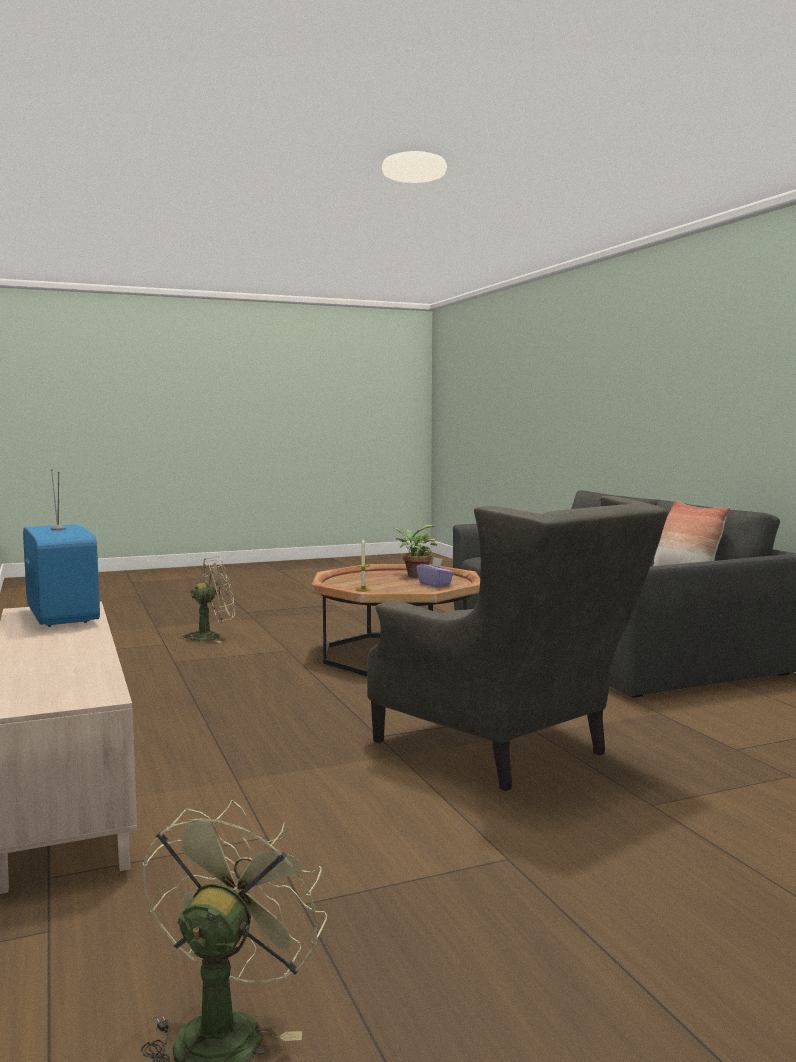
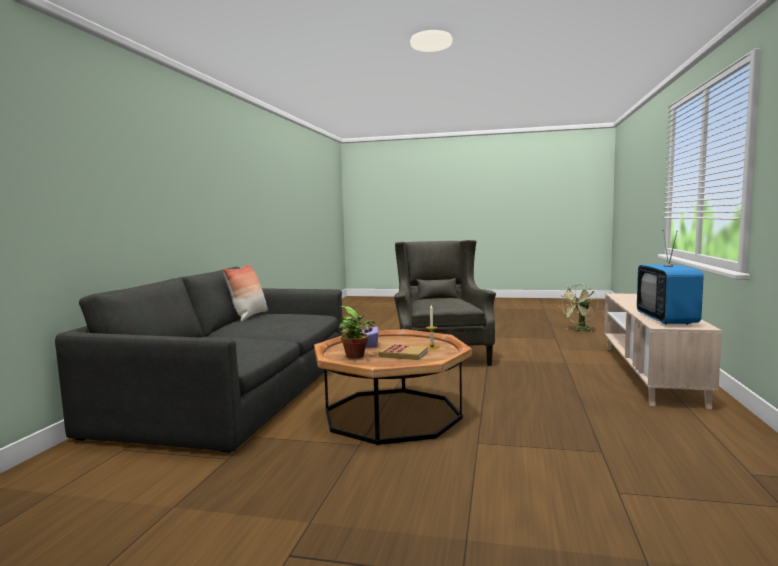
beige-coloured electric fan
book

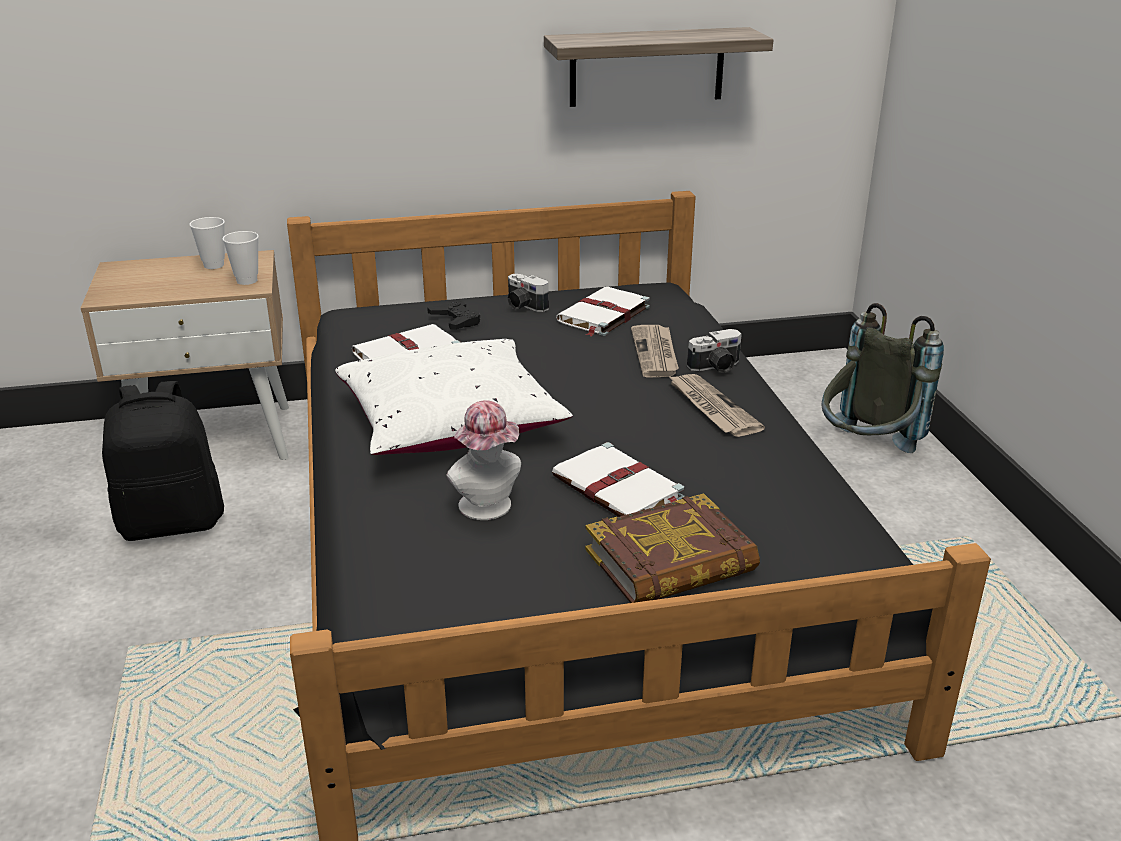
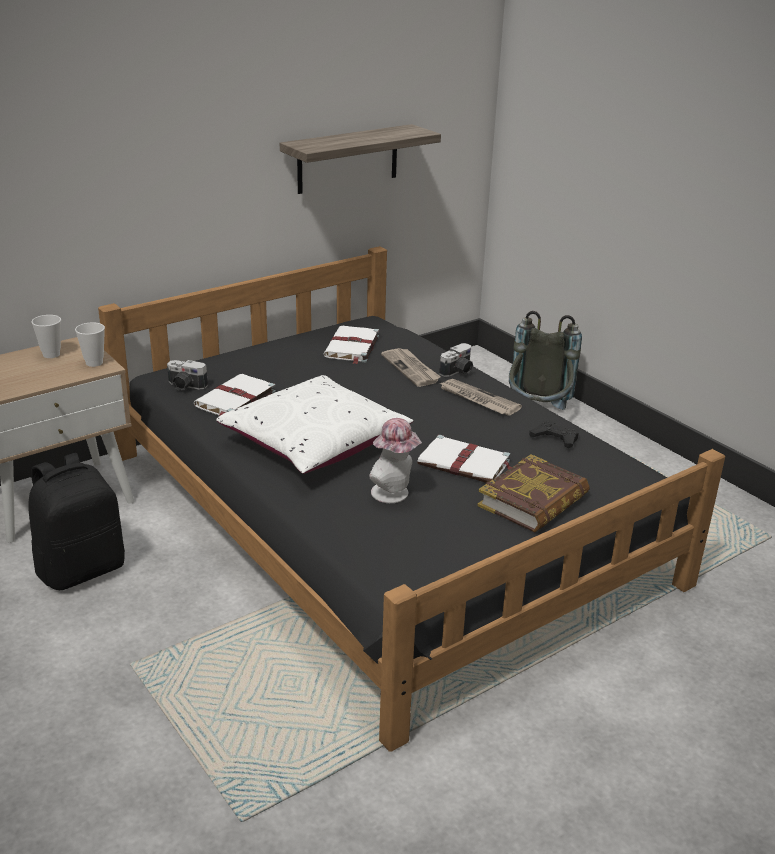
photo camera (1st from left)
black game controller

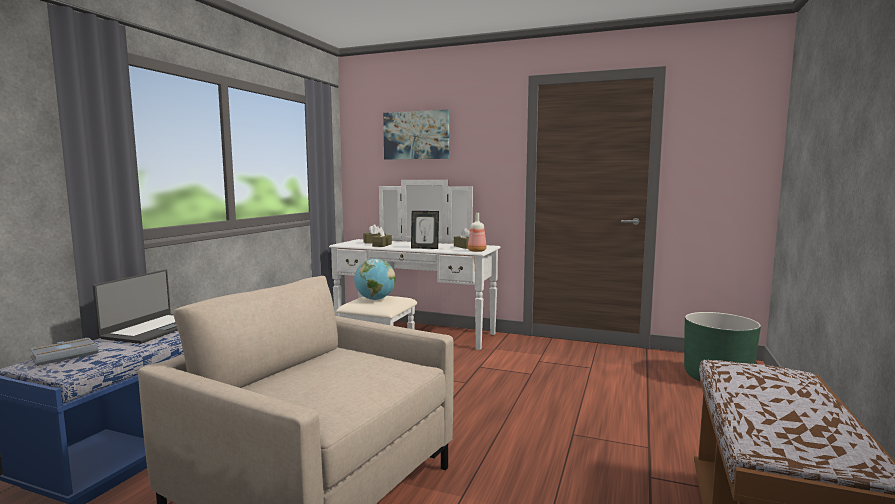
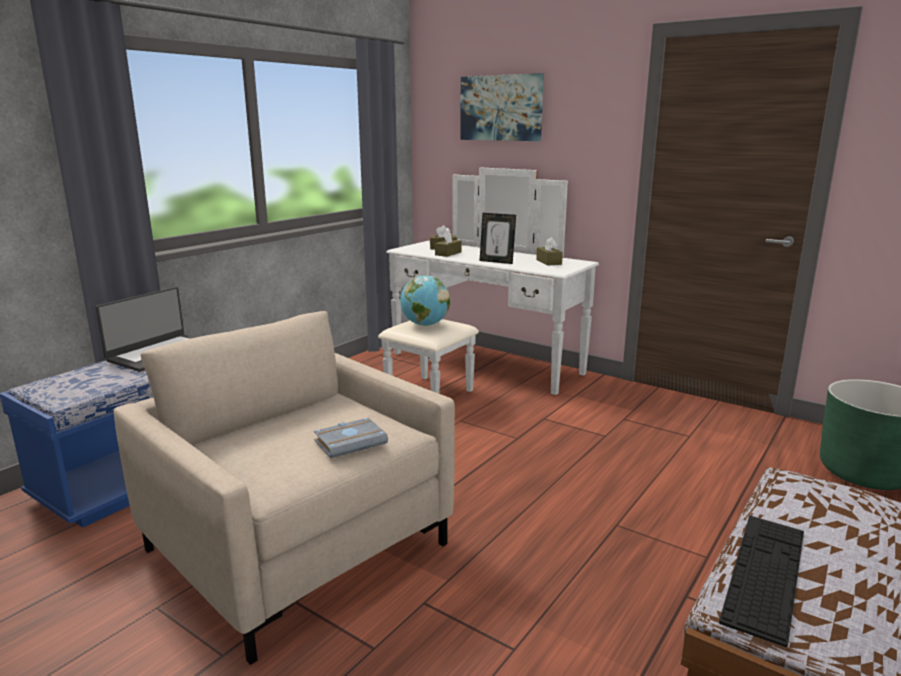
bottle
greyish book
computer keyboard

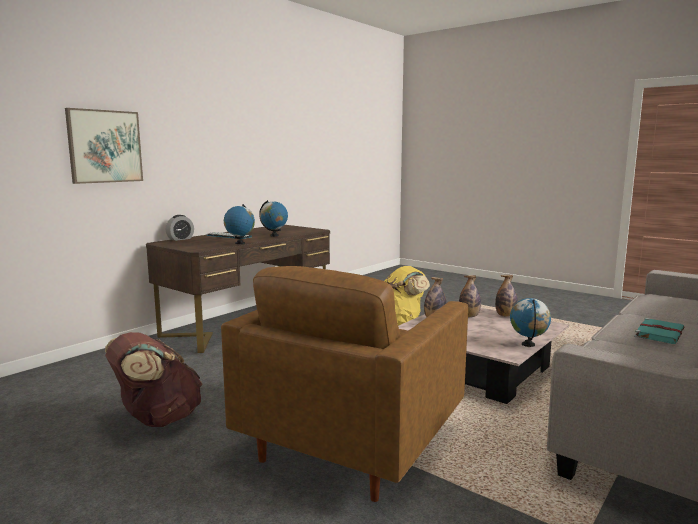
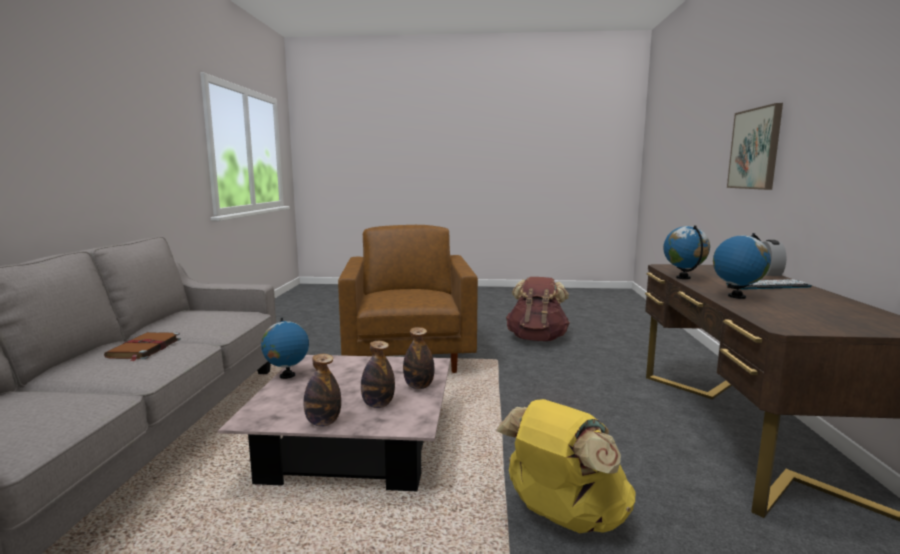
brownish book

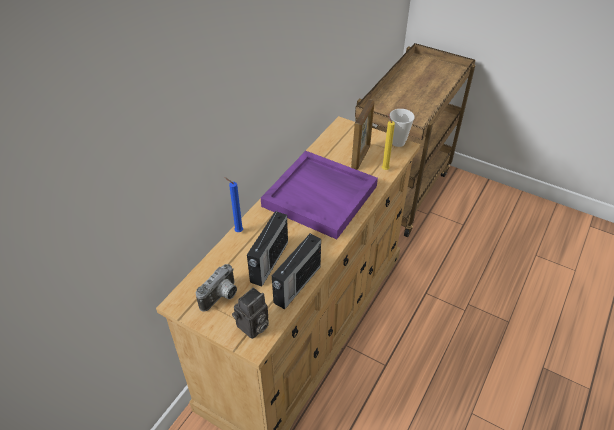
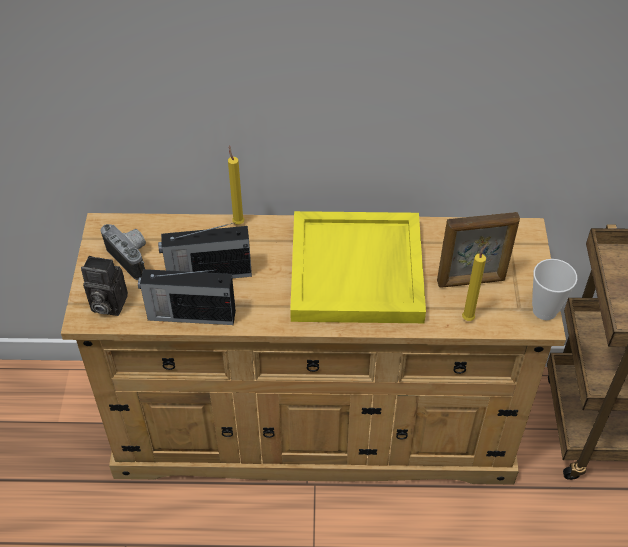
yellow-coloured tray
yellow-coloured wax light (1st from left)
photo camera (2nd from left)

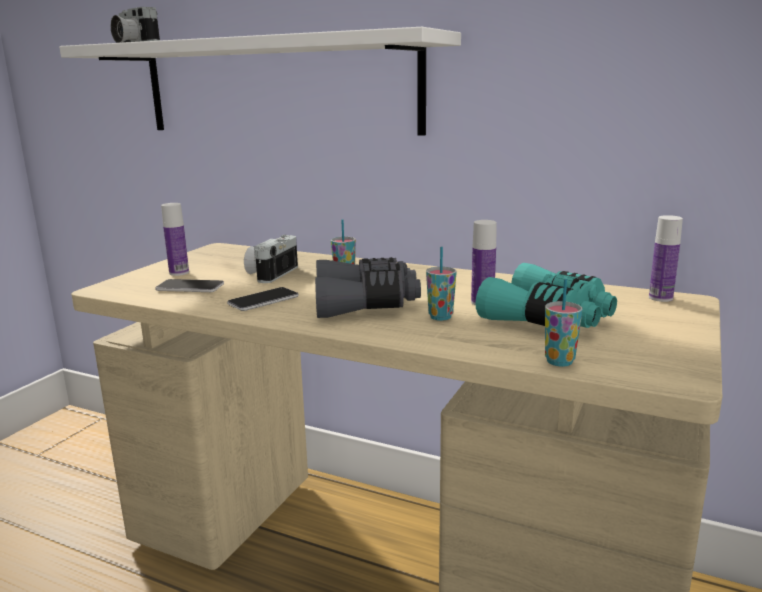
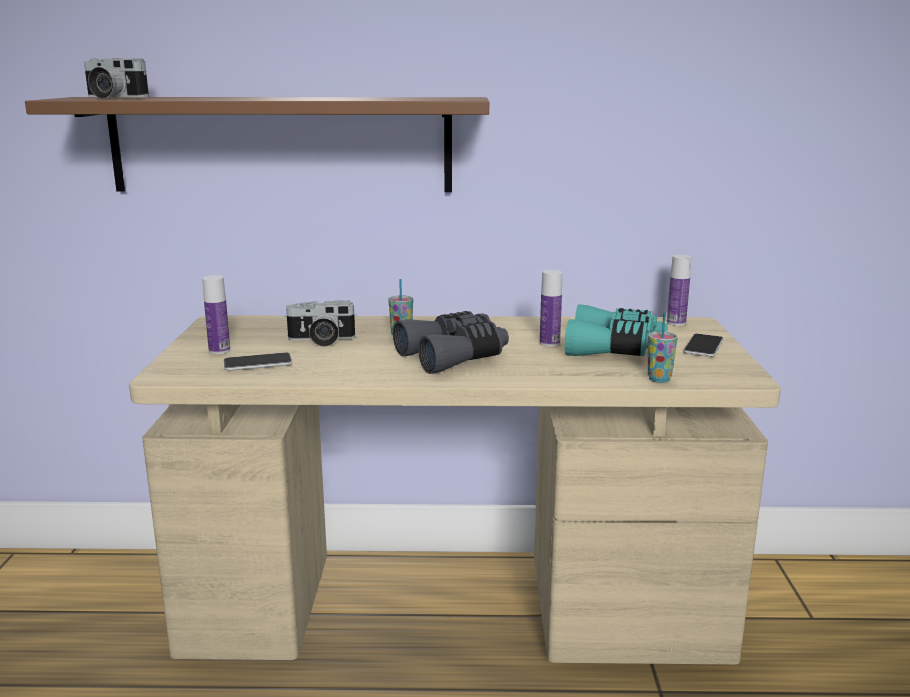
brownish wall shelf
photo camera (2nd from left)
drinking cup (2nd from left in the first image)
handset (2nd from left)

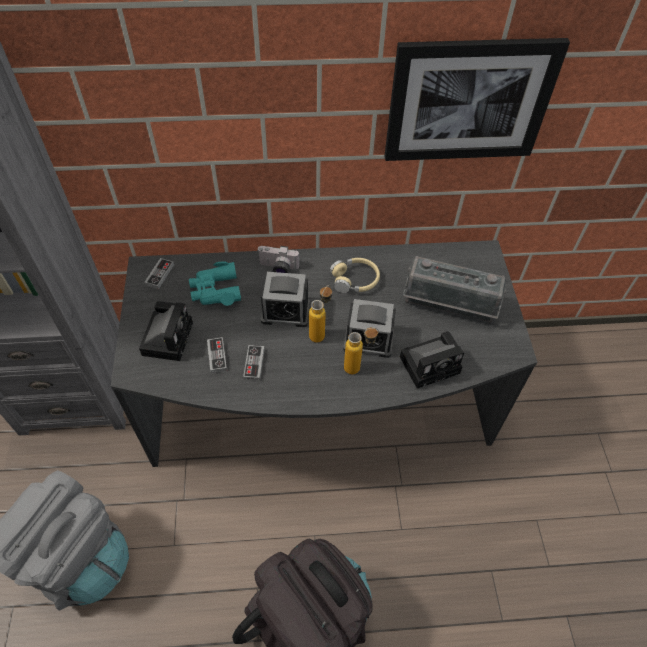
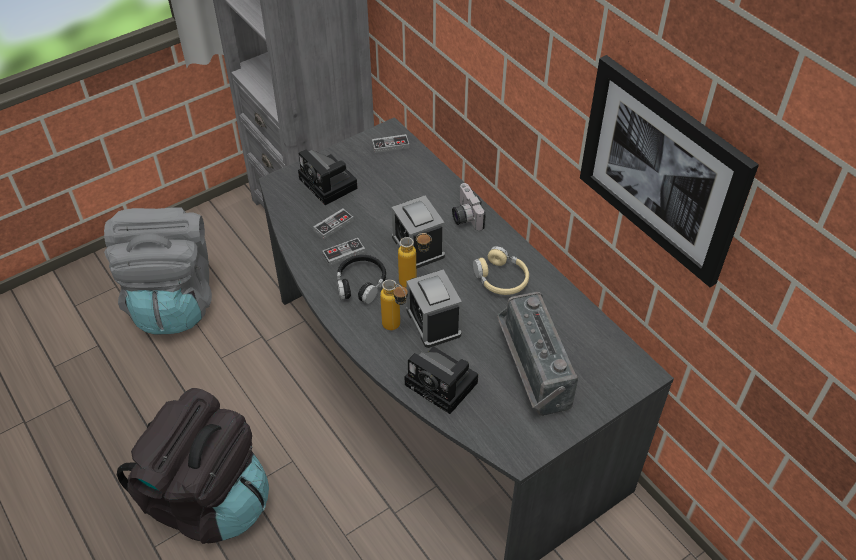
turquoise-coloured binoculars
photo camera (1st from left)
black headphones

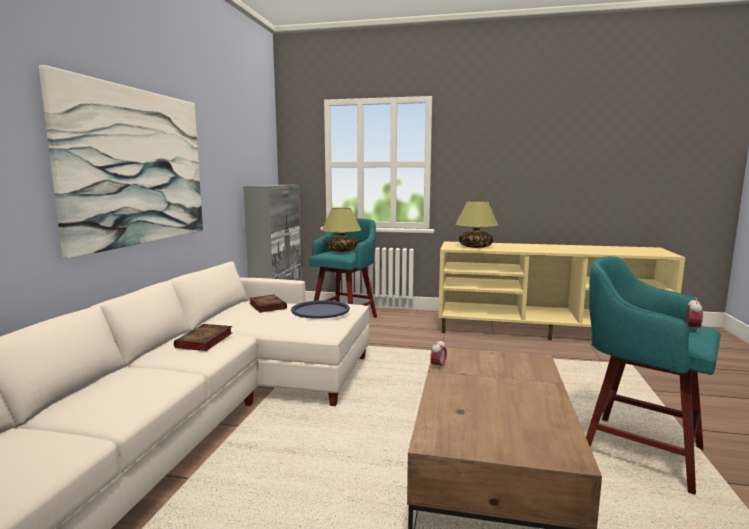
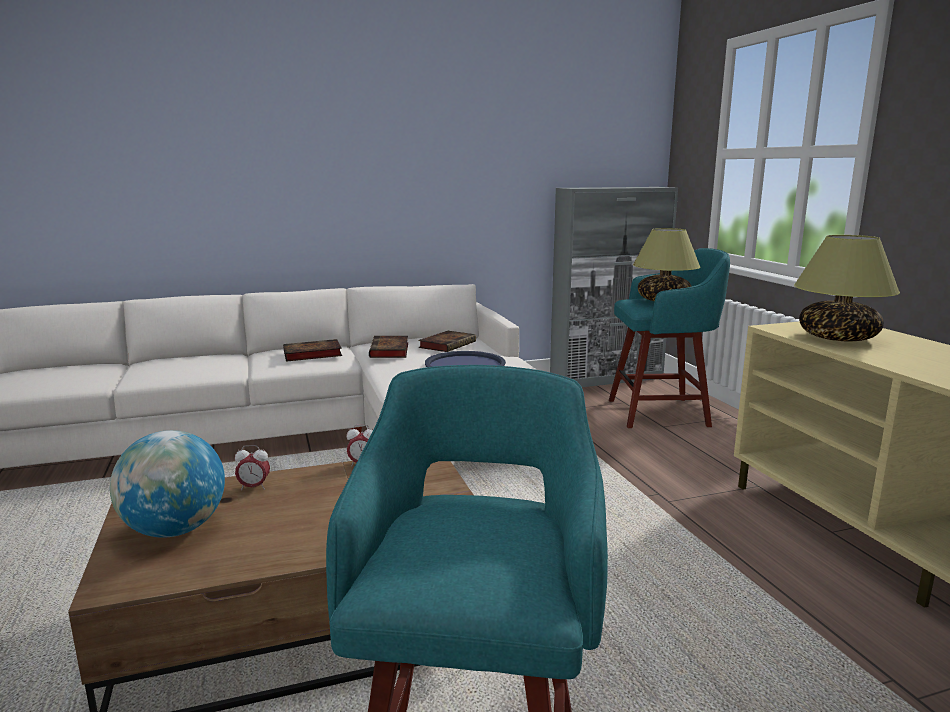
wall art
bedside clock (1st from left)
book (2nd from left)
desk globe

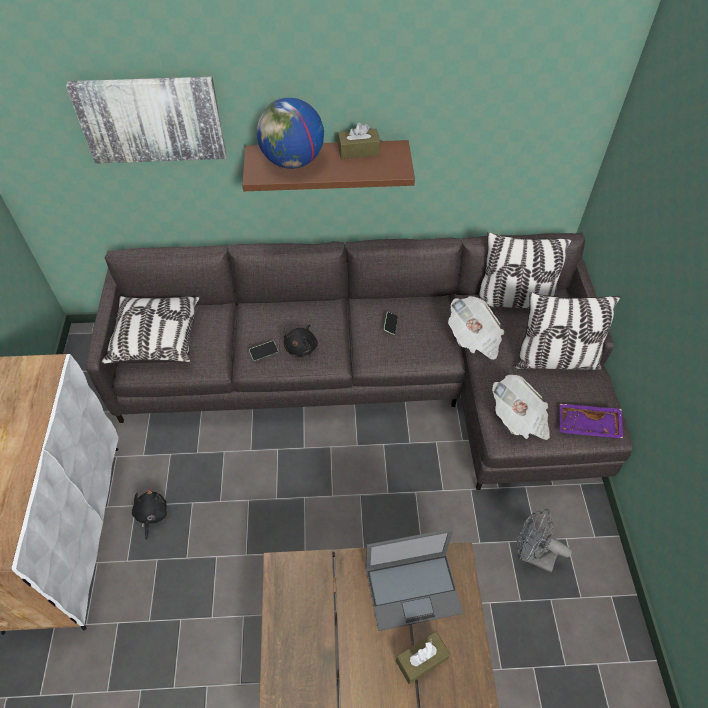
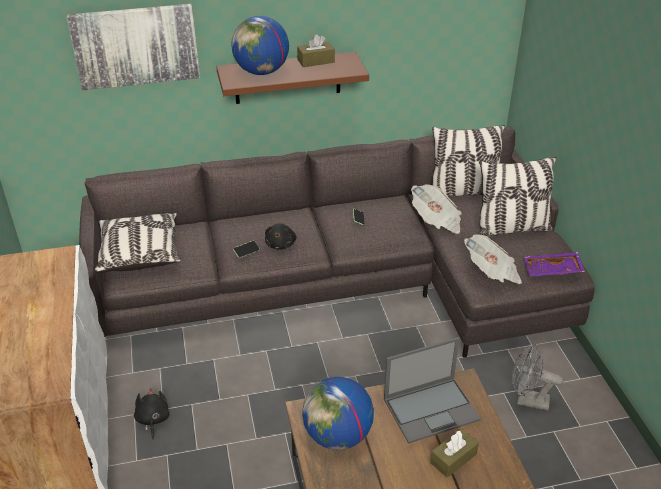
desk globe (2nd from left)

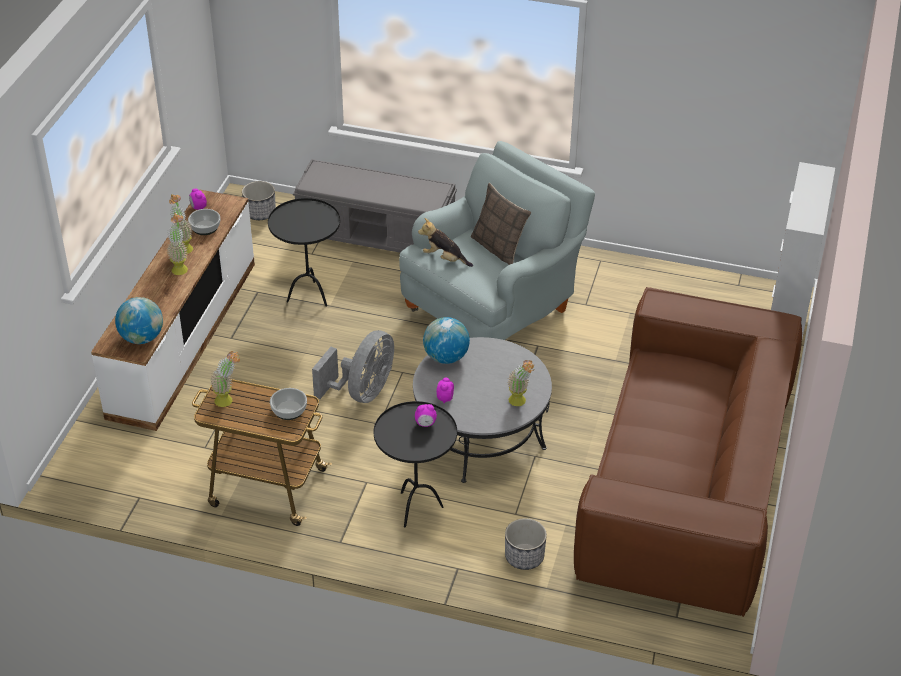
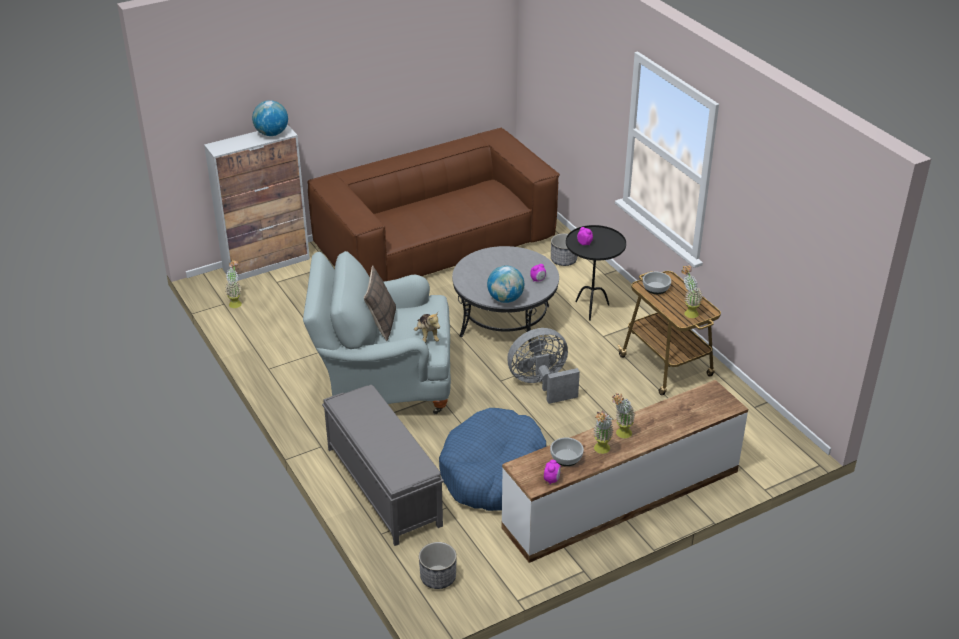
bluish dog bed
desk globe (1st from left)
potted plant (1st from left)

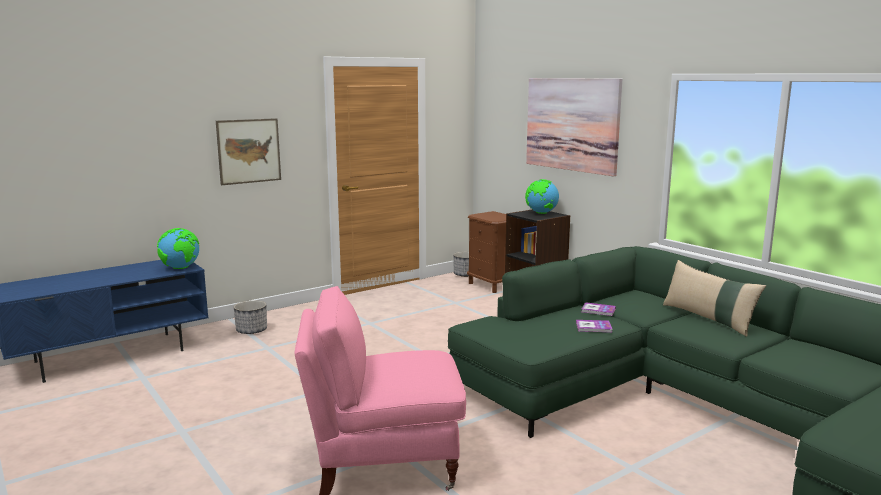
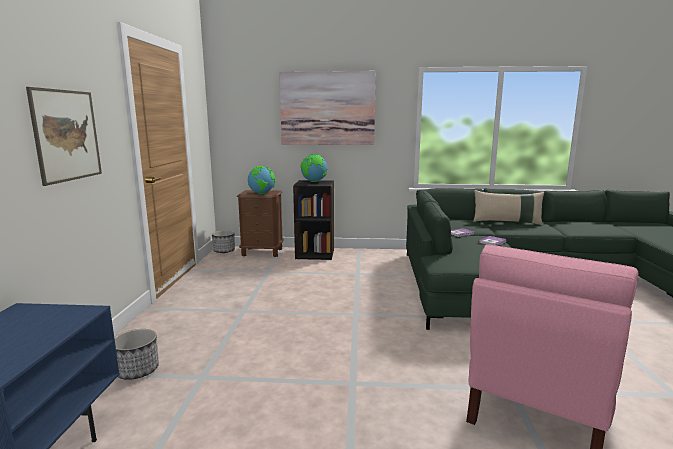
desk globe (1st from left)

